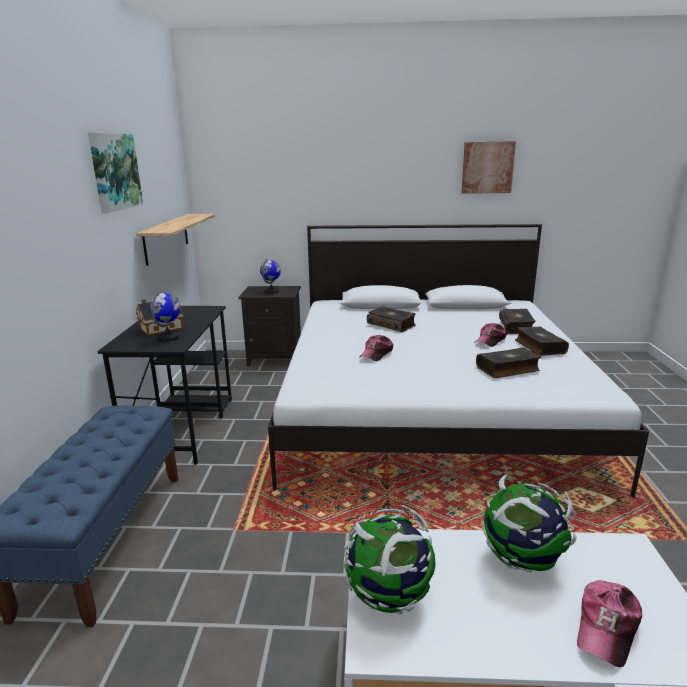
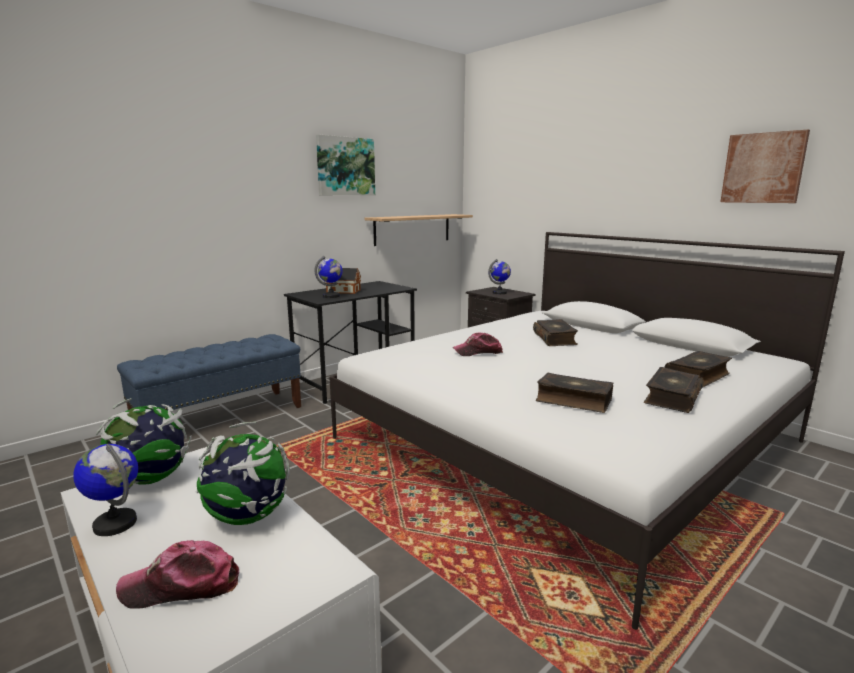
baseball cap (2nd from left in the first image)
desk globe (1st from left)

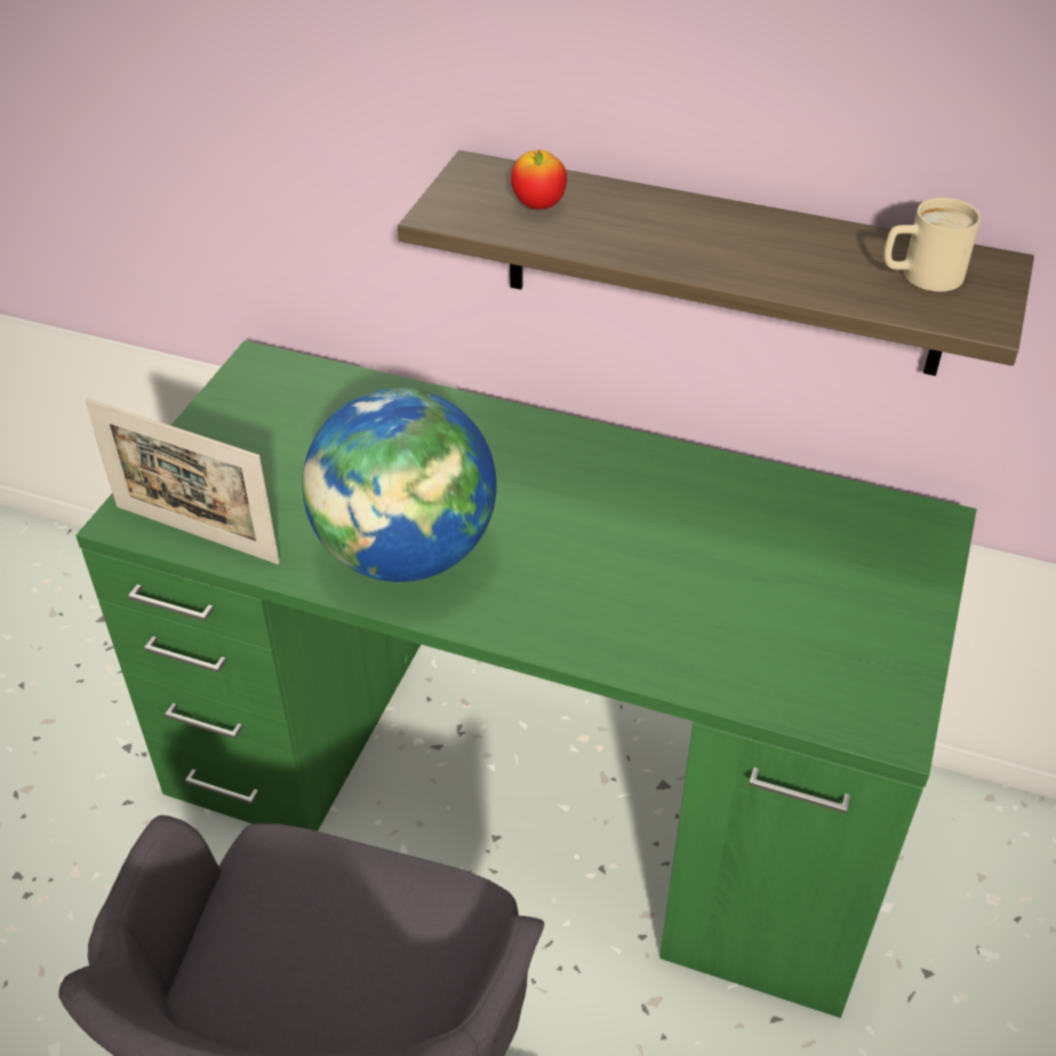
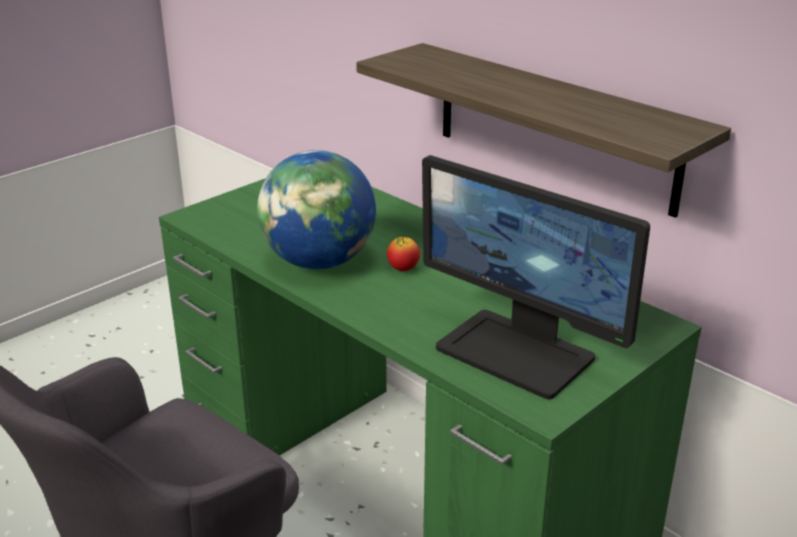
apple fruit
beige-coloured tea mug
picture frame
computer screen

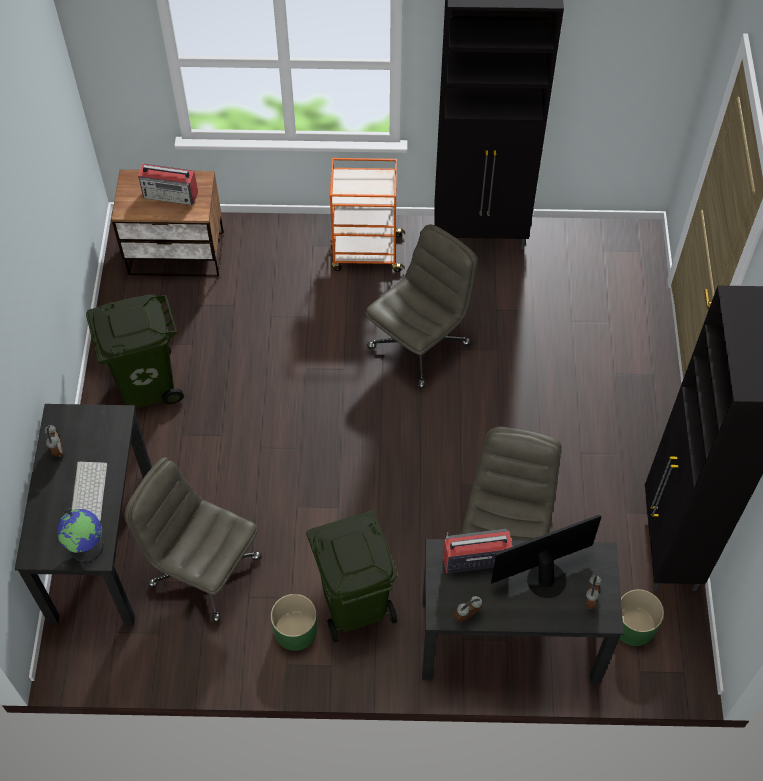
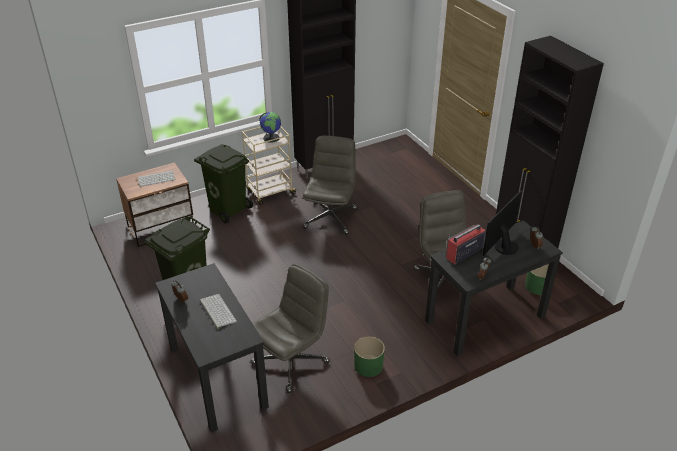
beige-coloured cart
computer keyboard (1st from left)
greyish desk chair (1st from left)
desk globe
green trash can (2nd from left)

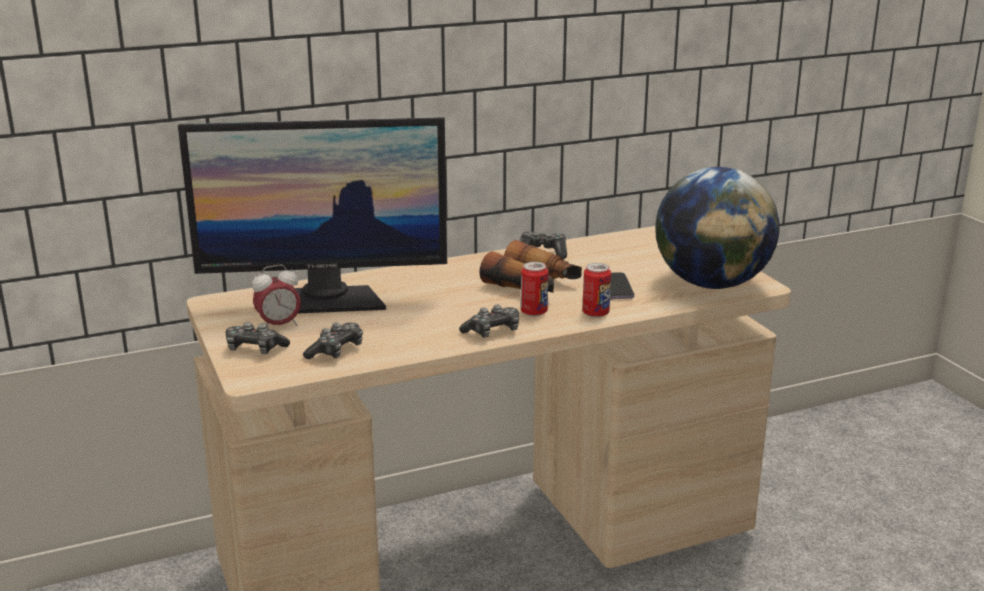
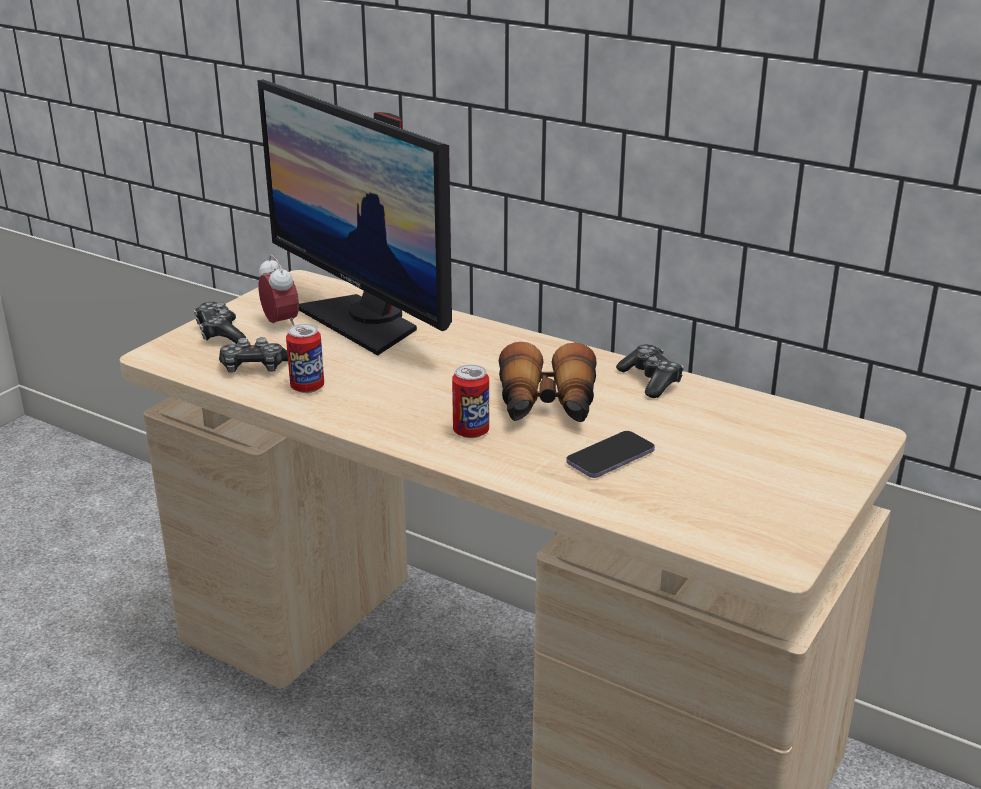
desk globe
metal can (1st from left)
bedside clock
game controller (3rd from left in the first image)

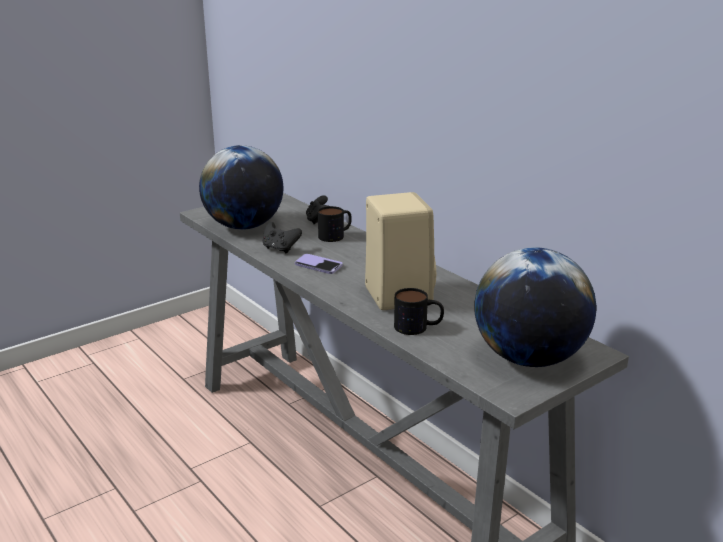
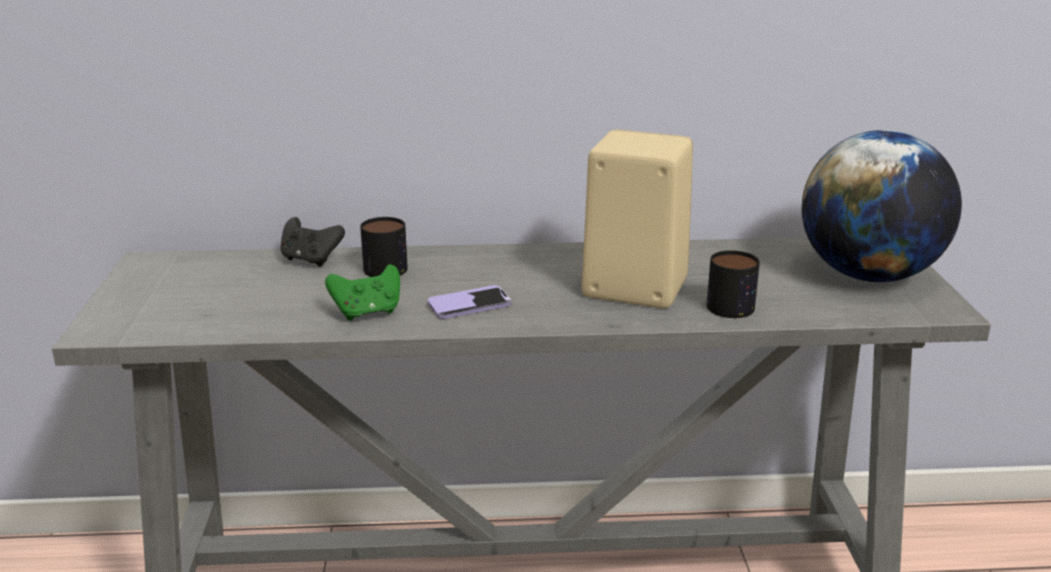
desk globe (1st from left in the first image)
green game controller

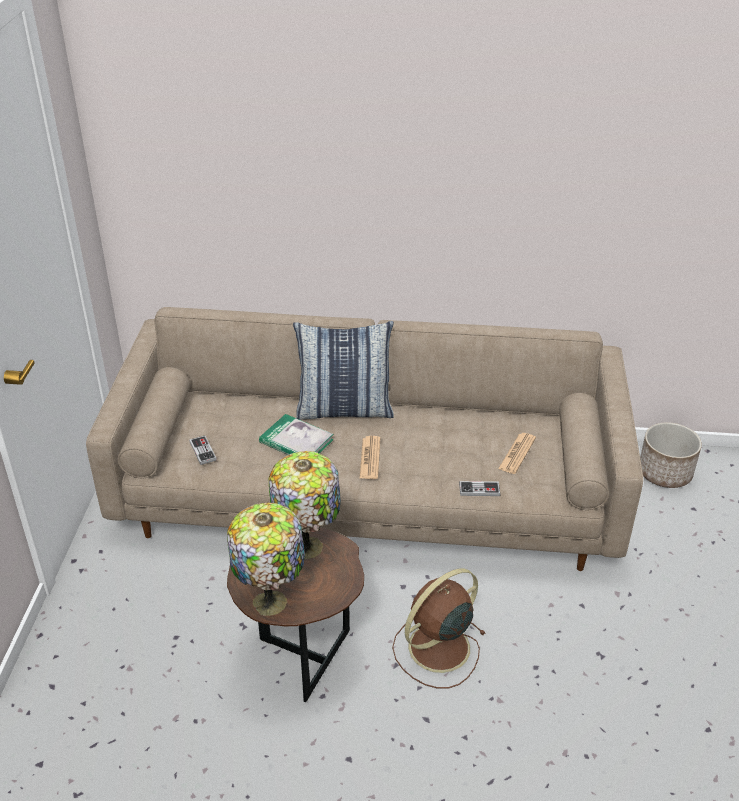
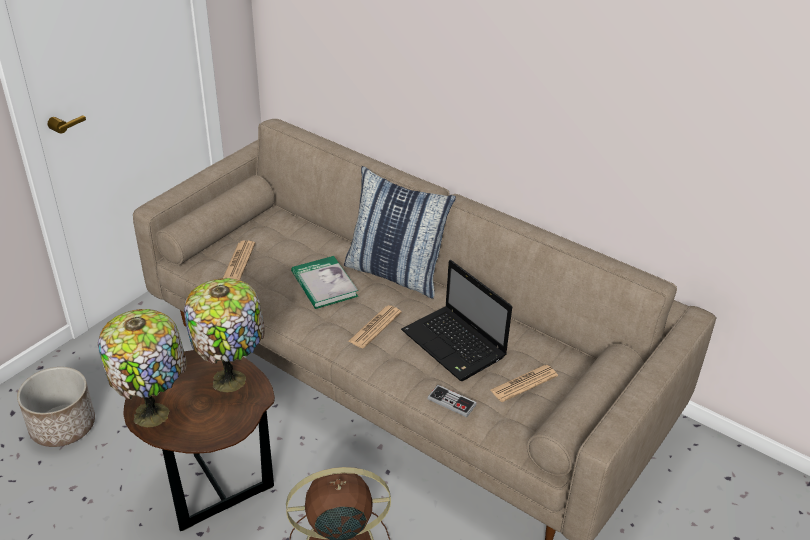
flower pot
printed paper (1st from left)
notebook computer

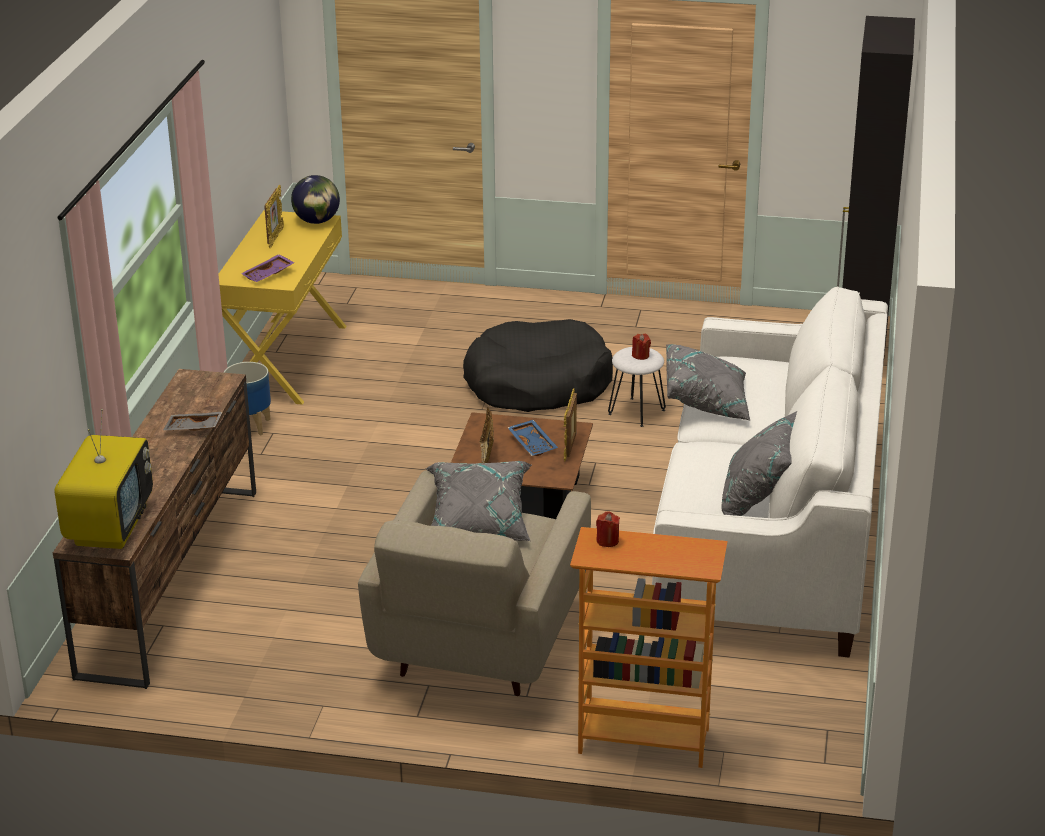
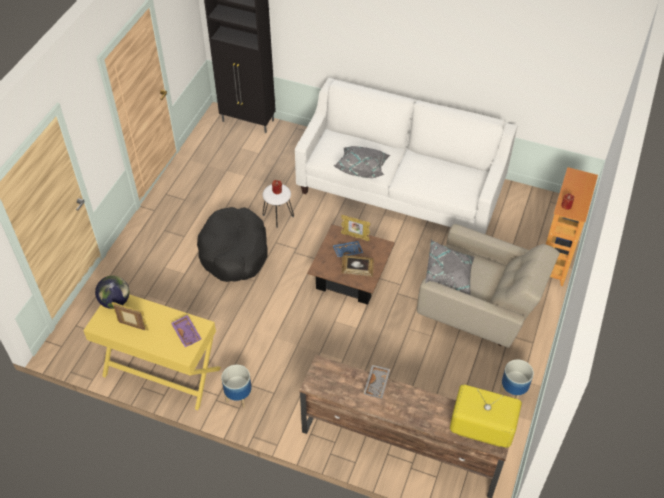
greyish pillow (3rd from left in the first image)
flower pot (2nd from left)

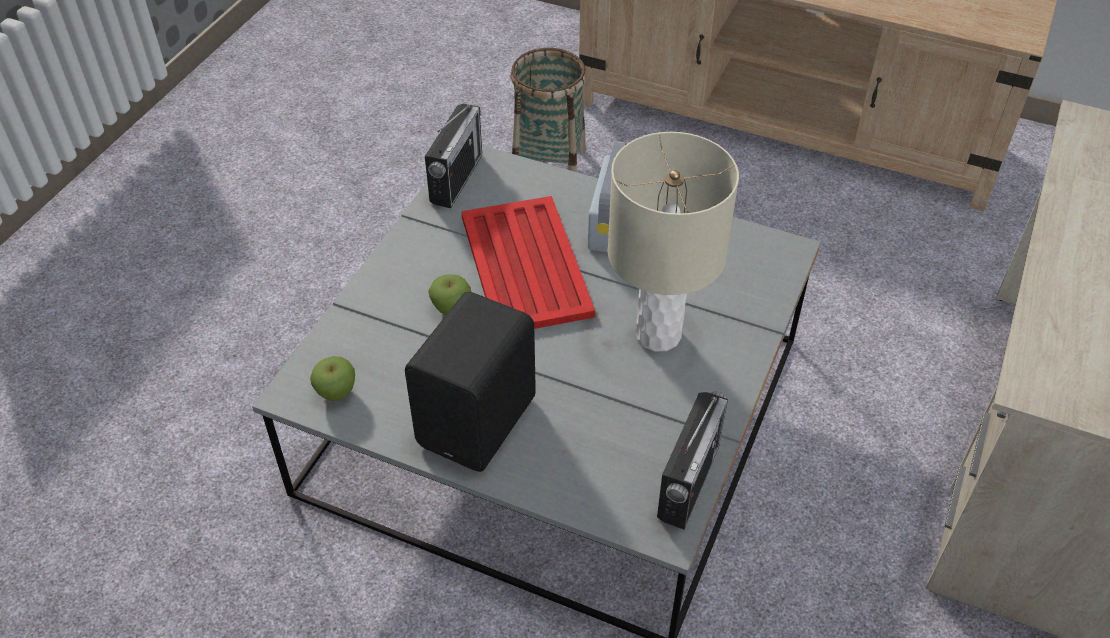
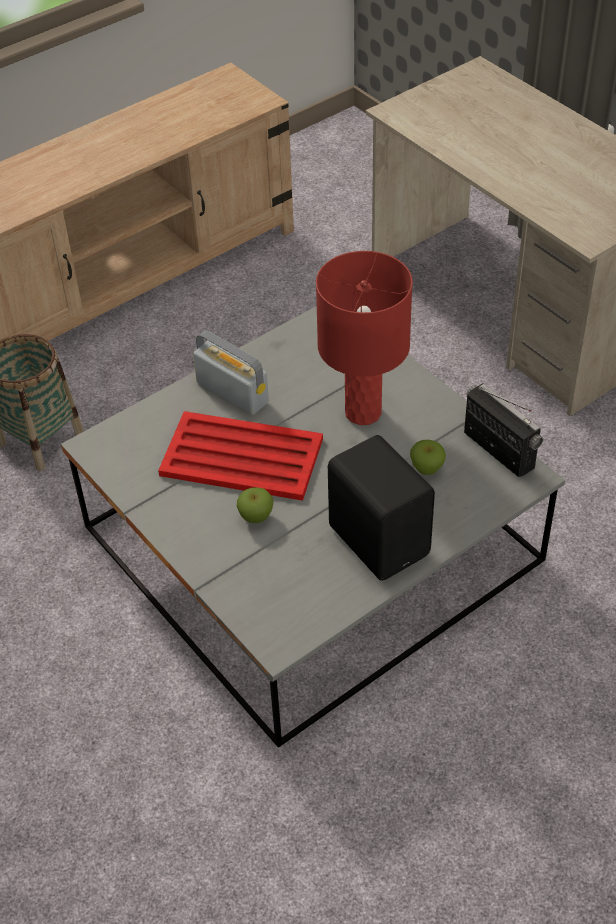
radio set (1st from left in the first image)
red table lamp
apple fruit (2nd from left)

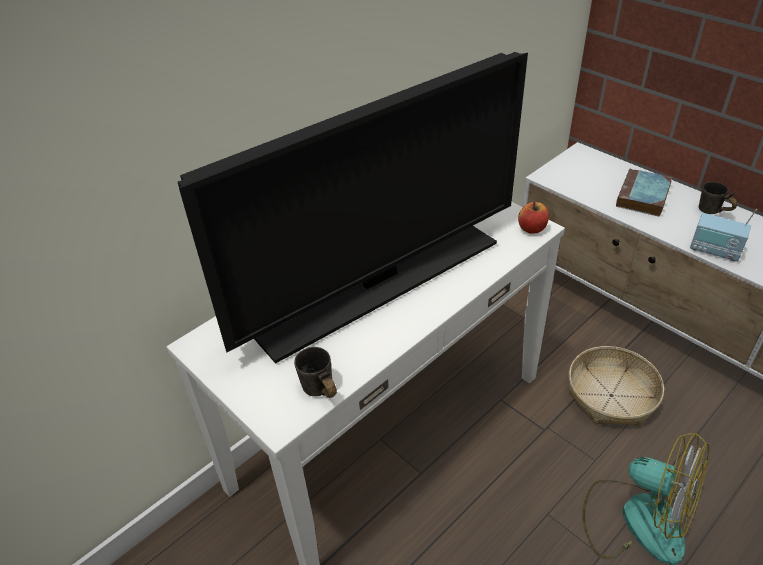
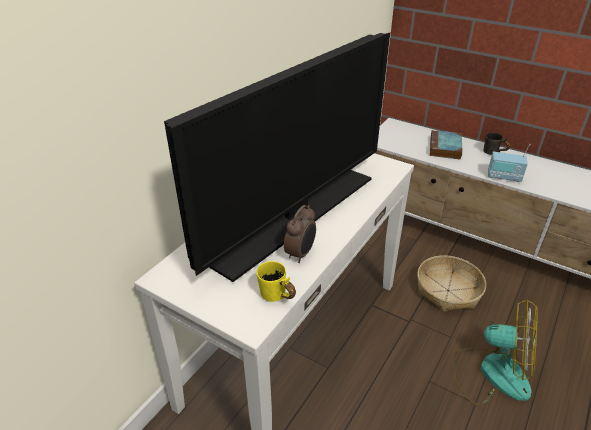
apple fruit
yellow-coloured tea mug
bedside clock

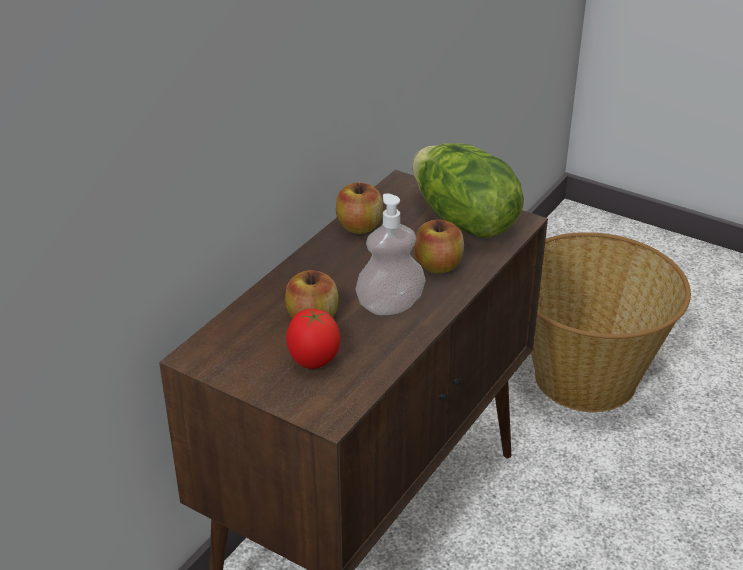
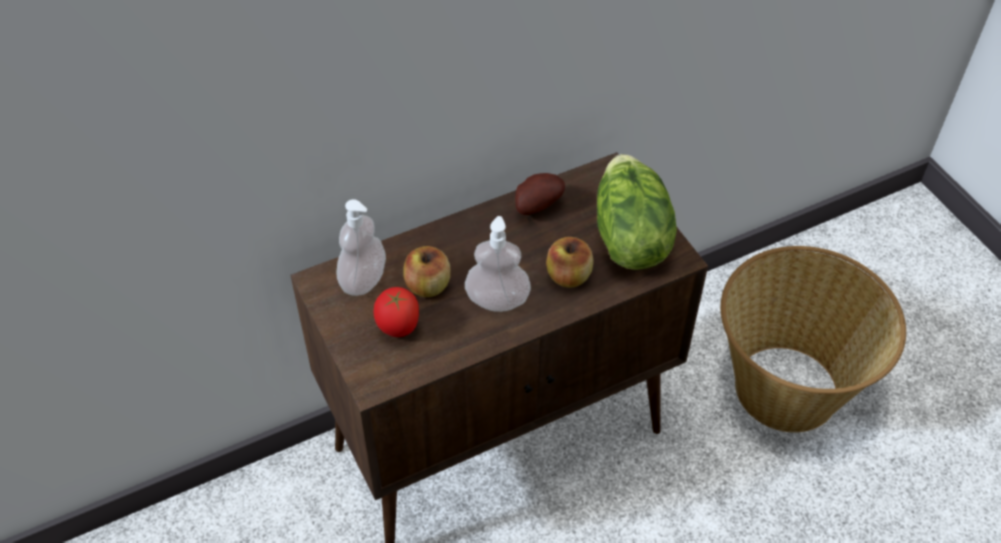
spud
soap bottle (1st from left)

